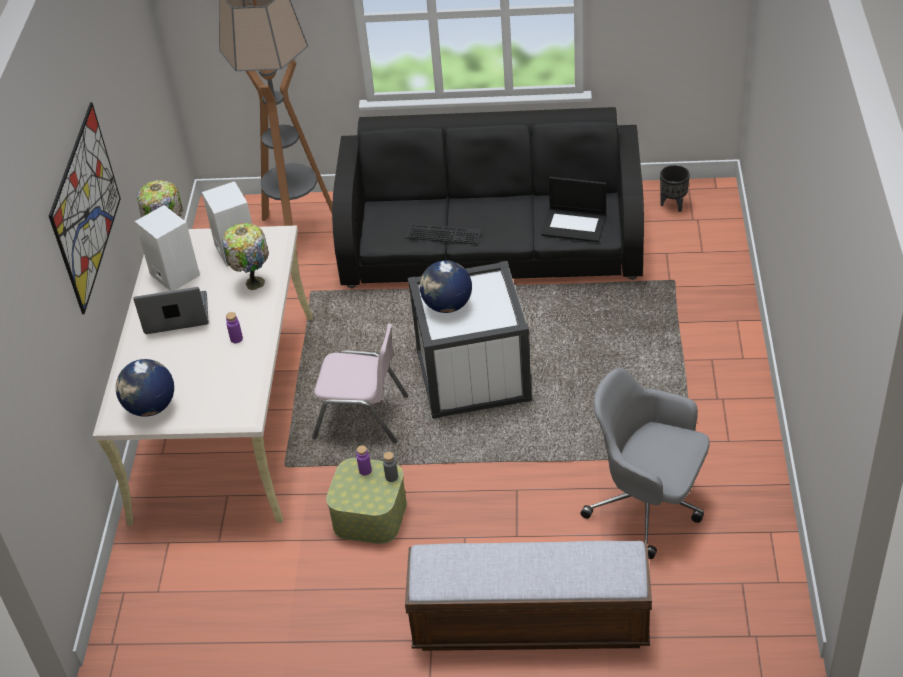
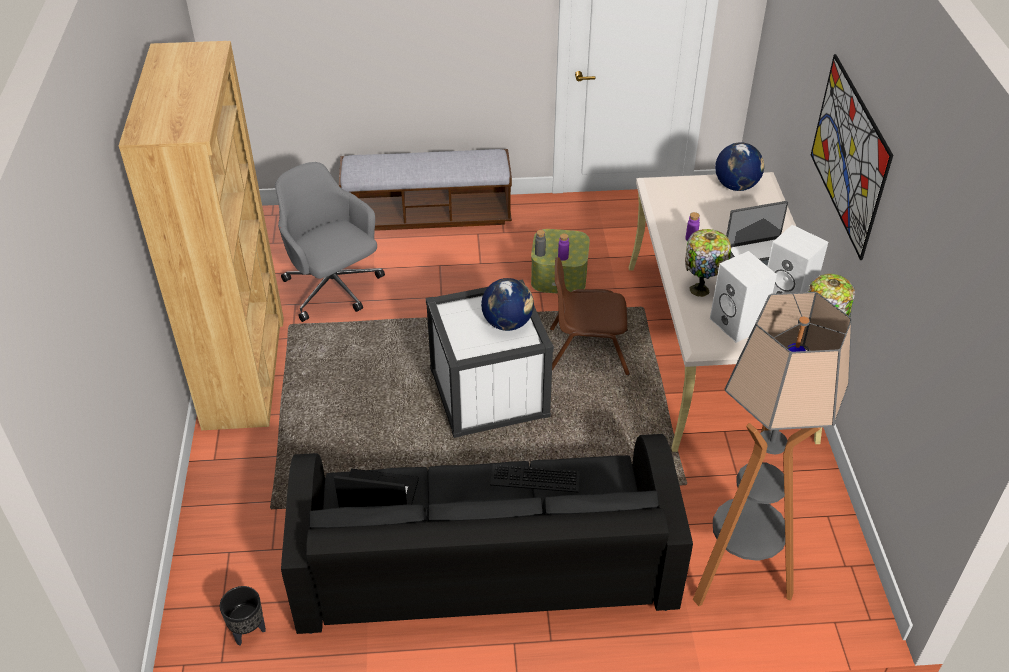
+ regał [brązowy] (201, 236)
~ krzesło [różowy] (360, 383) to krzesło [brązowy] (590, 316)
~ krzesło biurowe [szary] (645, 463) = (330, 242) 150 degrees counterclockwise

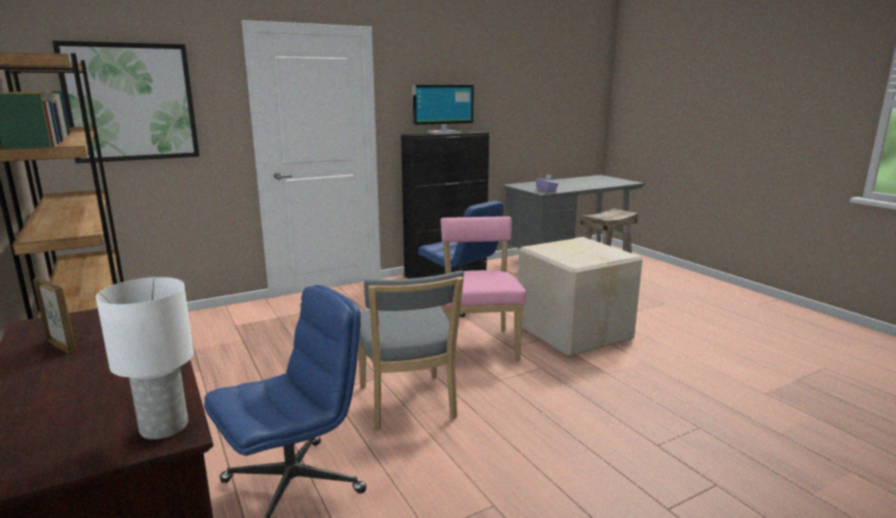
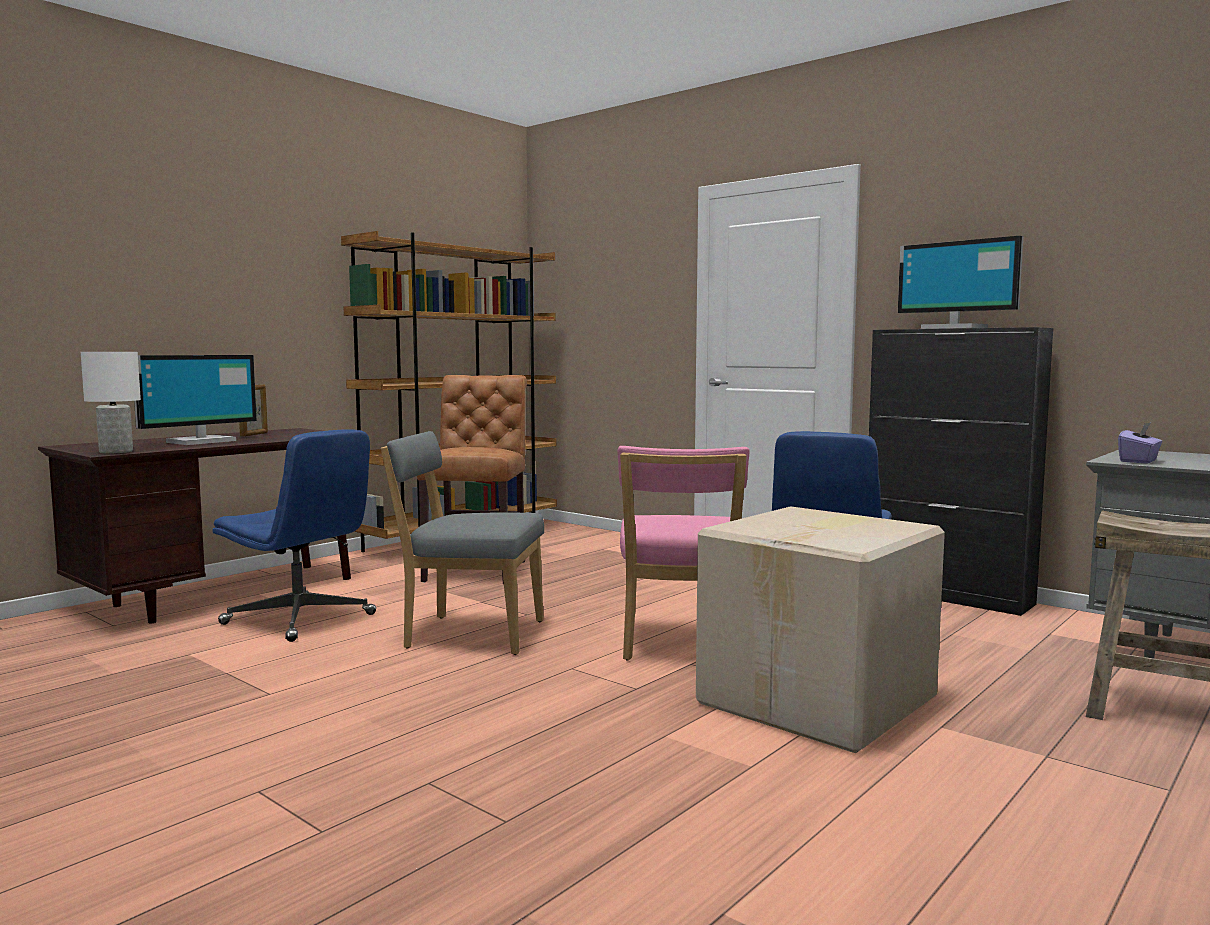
- obraz (125, 101)
+ monitor (195, 400)
+ krzesło [brązowy] (472, 479)
~ krzesło [szary] (411, 351) = (462, 543) 45 degrees clockwise
~ krzesło [różowy] (483, 288) = (683, 553) 120 degrees clockwise

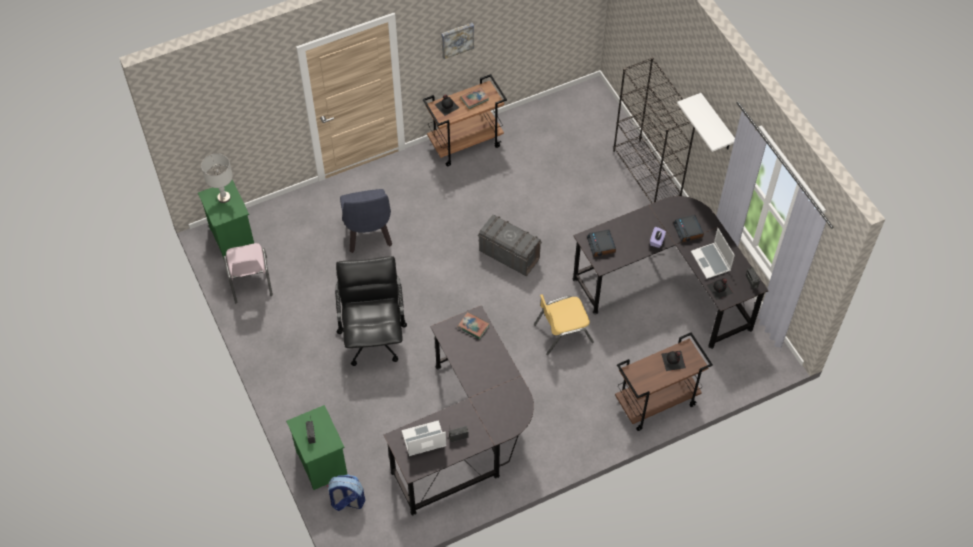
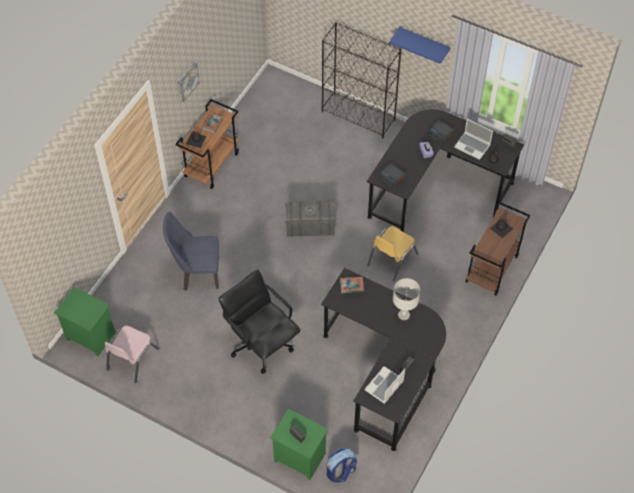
~ lampa stołowa [szary] (217, 178) to (406, 299)
~ półka [biały] (706, 122) to półka [niebieski] (420, 45)
~ krzesło [różowy] (248, 273) = (131, 354) 75 degrees clockwise
~ krzesło [niebieski] (366, 221) = (191, 251) 135 degrees clockwise

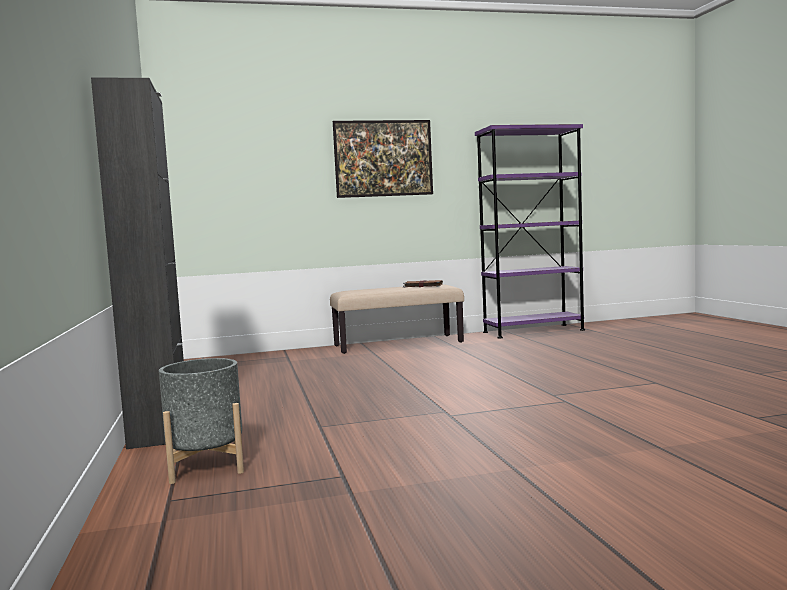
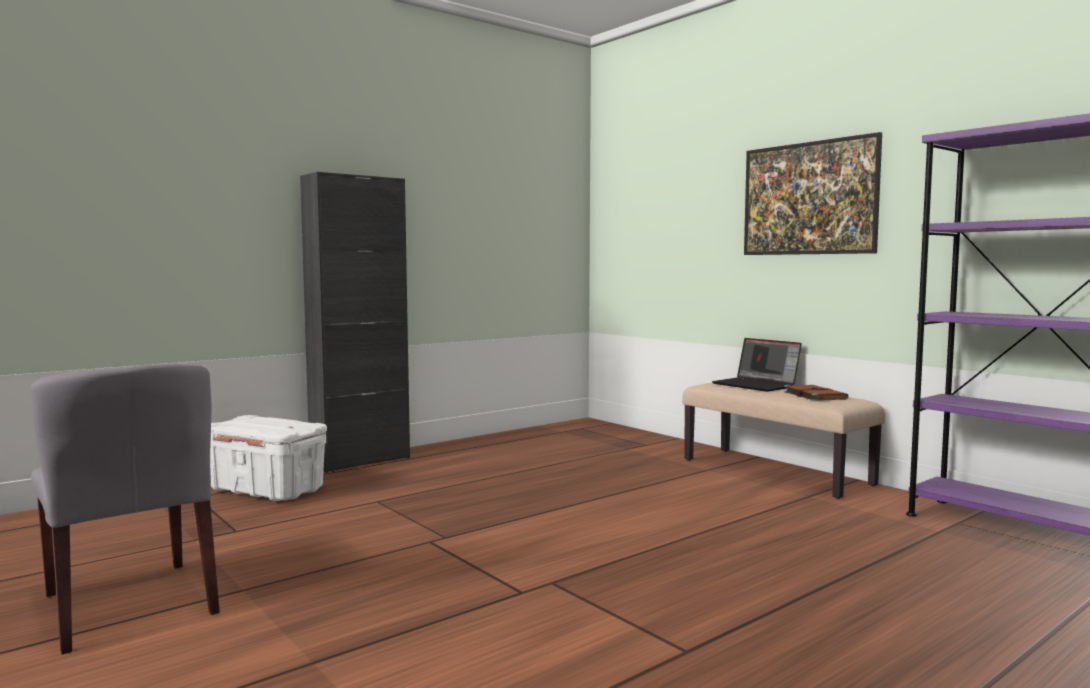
+ krzesło [szary] (125, 509)
+ laptop (757, 365)
~ donica [szary] (201, 421) to pojemnik do przechowywania [biały] (268, 458)

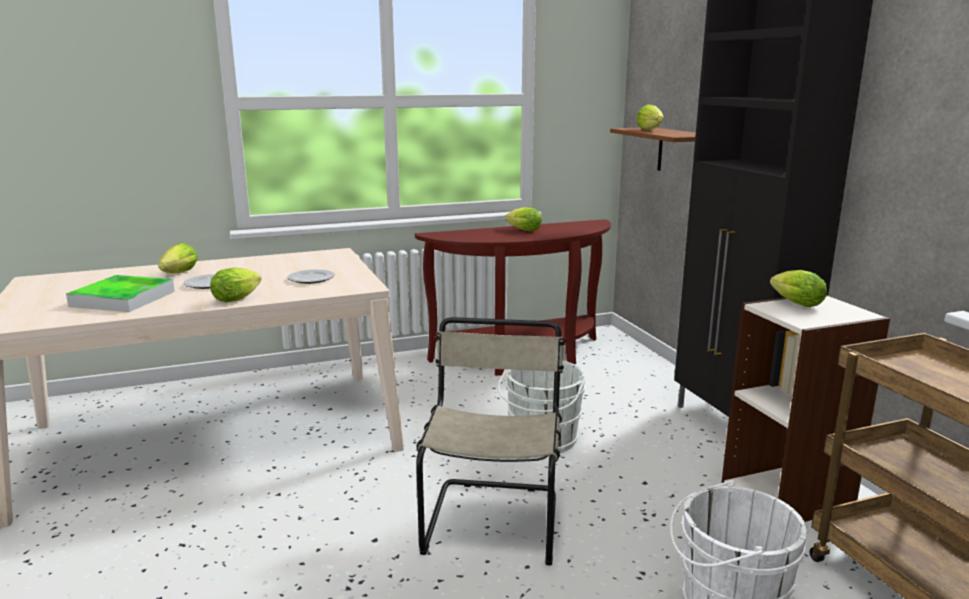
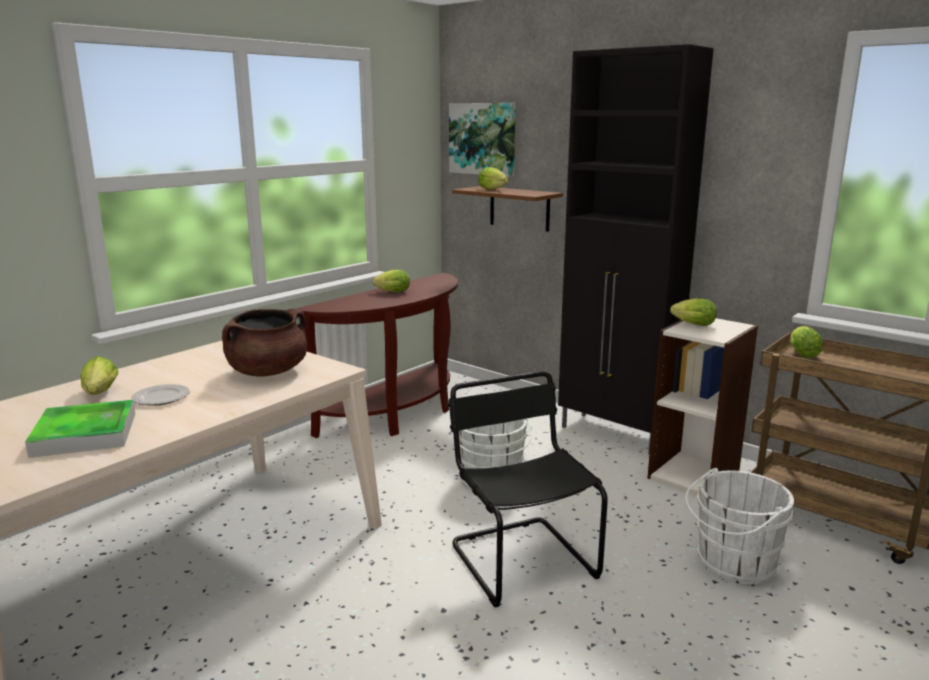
+ obraz (482, 140)
~ sałata (235, 285) to (807, 342)
~ talerz (311, 276) to garnek [brązowy] (264, 343)
~ krzesło [beżowy] (490, 441) to krzesło [czarny] (528, 489)

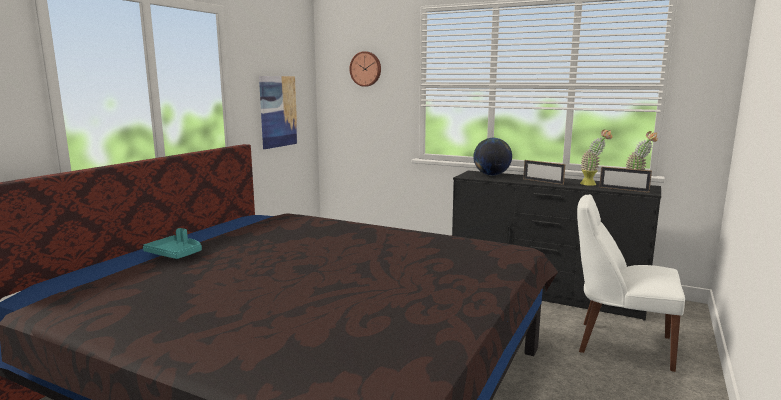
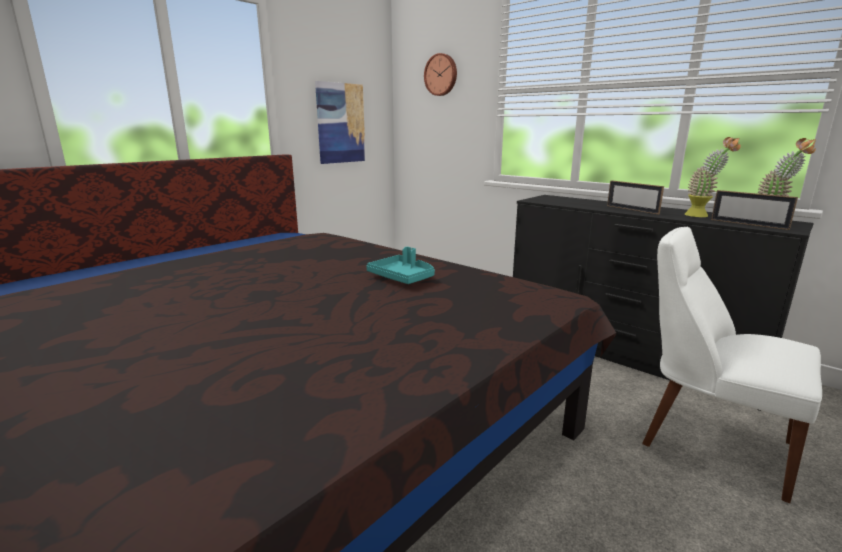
- globus (493, 157)
~ taca [turkusowy] (172, 243) to (400, 265)

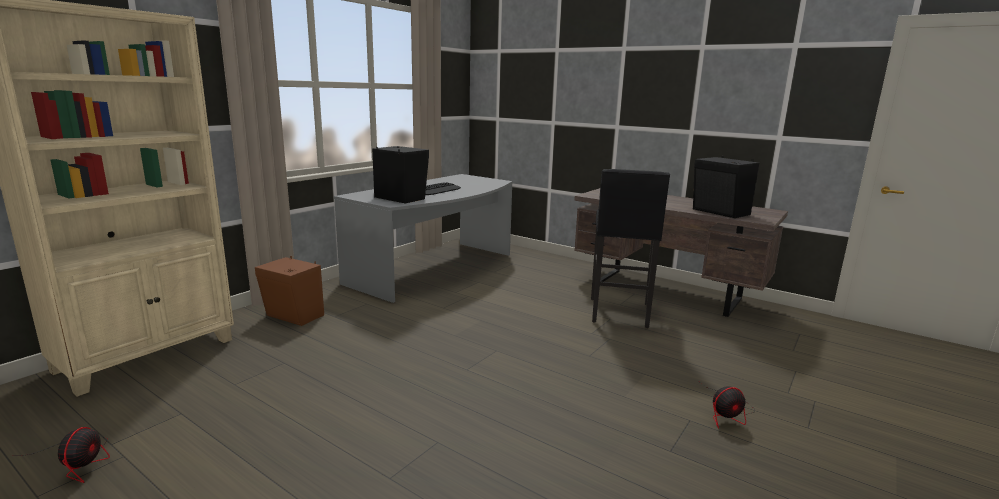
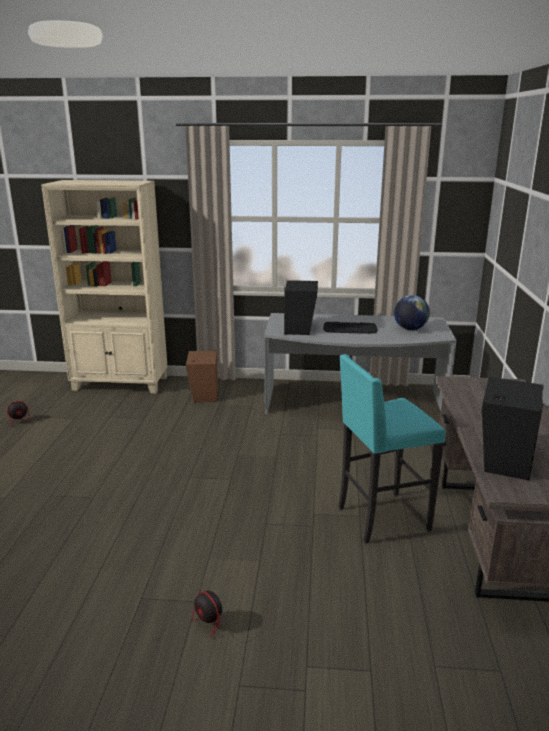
+ globus (412, 312)
~ stołek [czarny] (630, 248) to stołek [turkusowy] (392, 448)

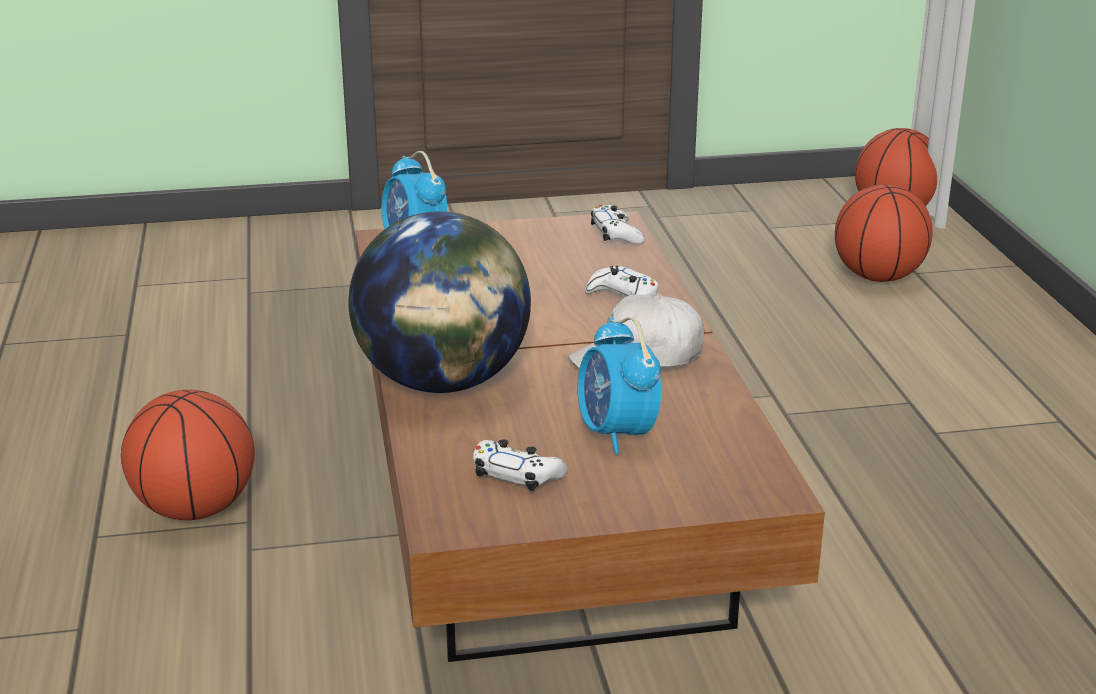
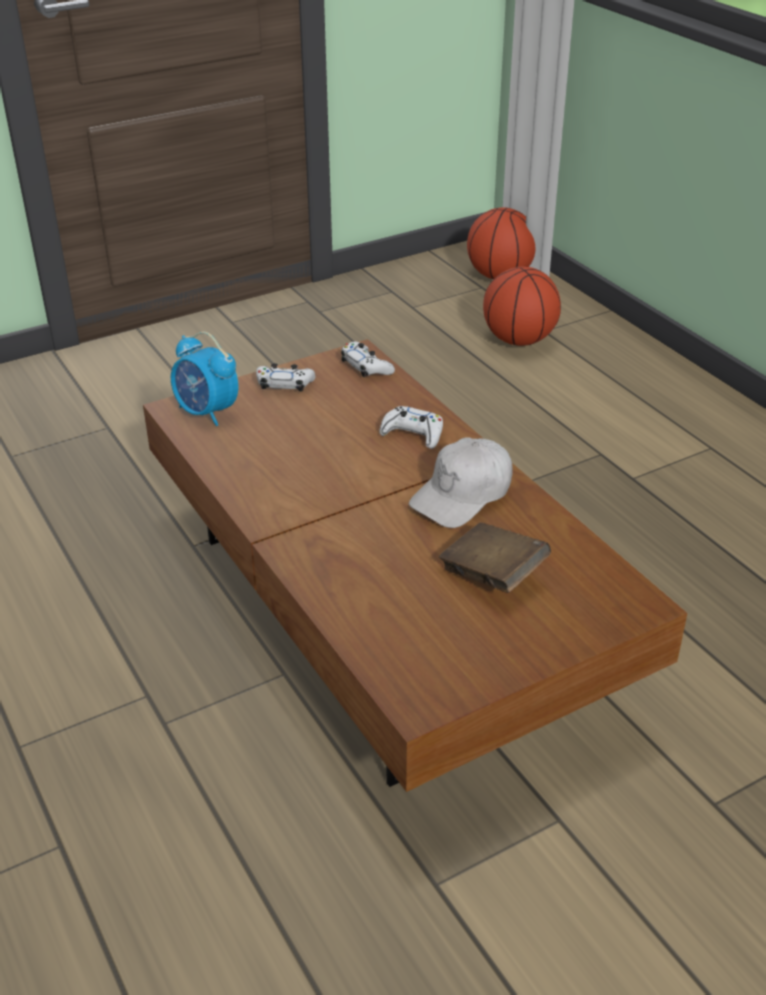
- piłka do koszykówki (188, 454)
- globus (439, 302)
~ pad do gier [biały] (520, 465) to (285, 377)
~ budzik (619, 386) to książka [brązowy] (495, 557)

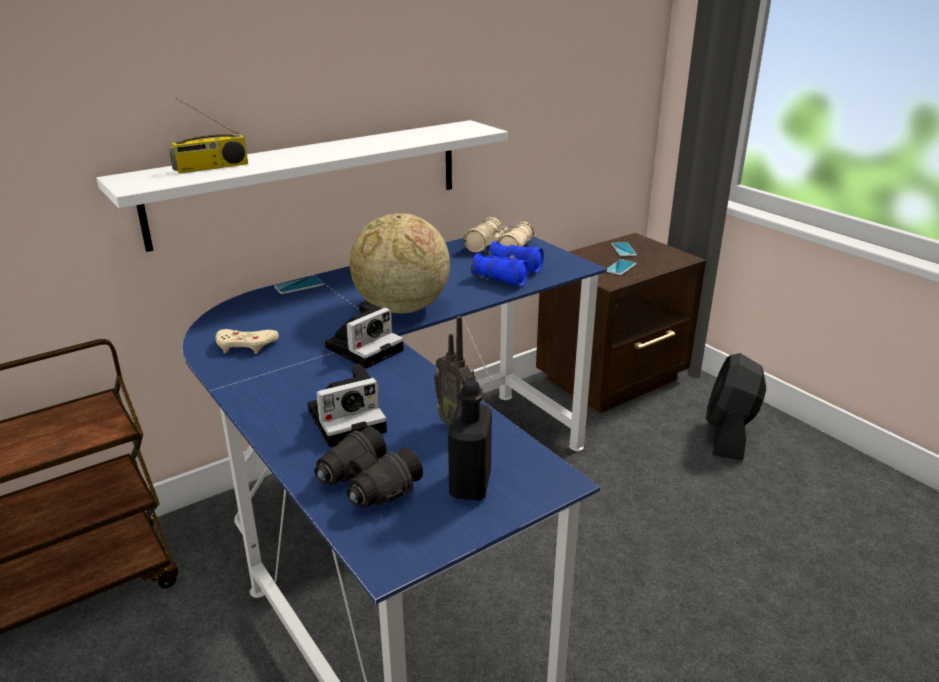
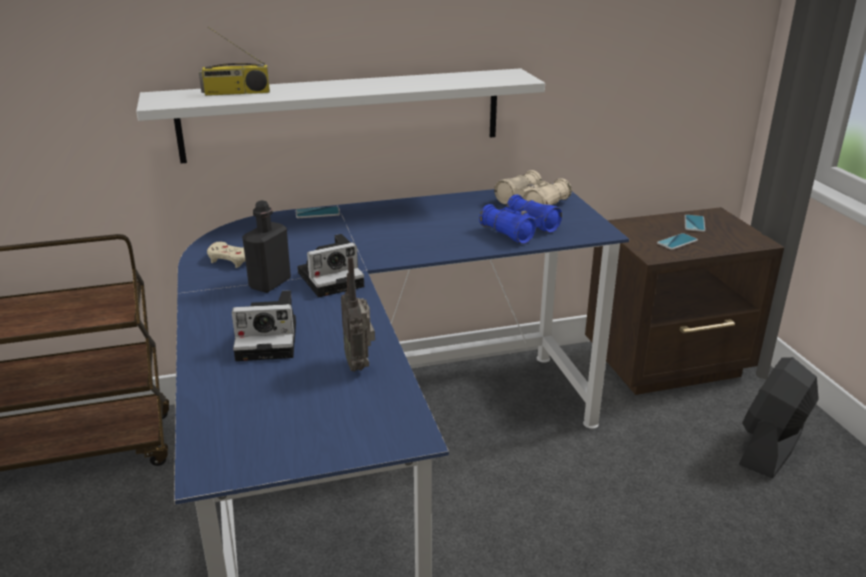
- lornetka [czarny] (368, 467)
- globus (400, 263)
~ butelka [czarny] (470, 440) to (266, 246)

